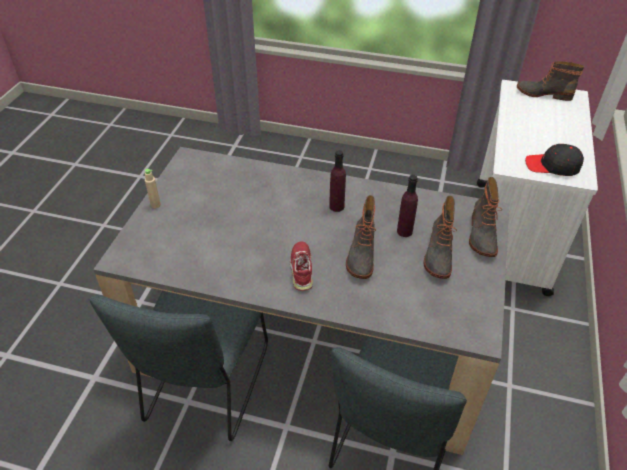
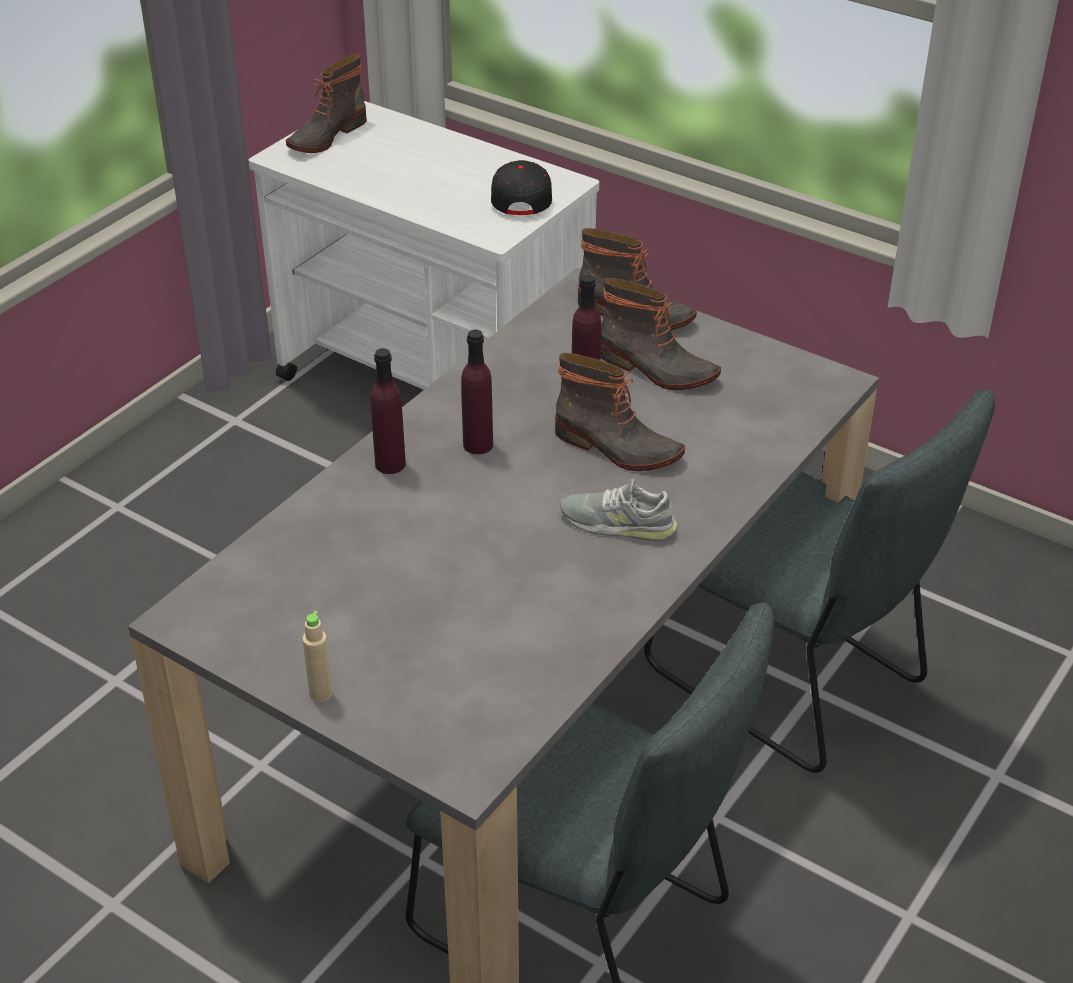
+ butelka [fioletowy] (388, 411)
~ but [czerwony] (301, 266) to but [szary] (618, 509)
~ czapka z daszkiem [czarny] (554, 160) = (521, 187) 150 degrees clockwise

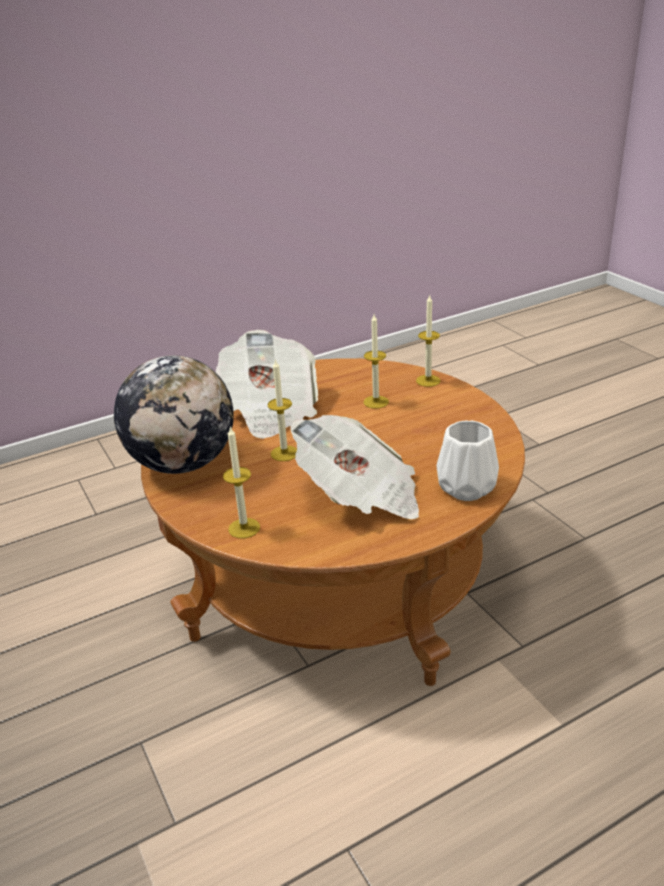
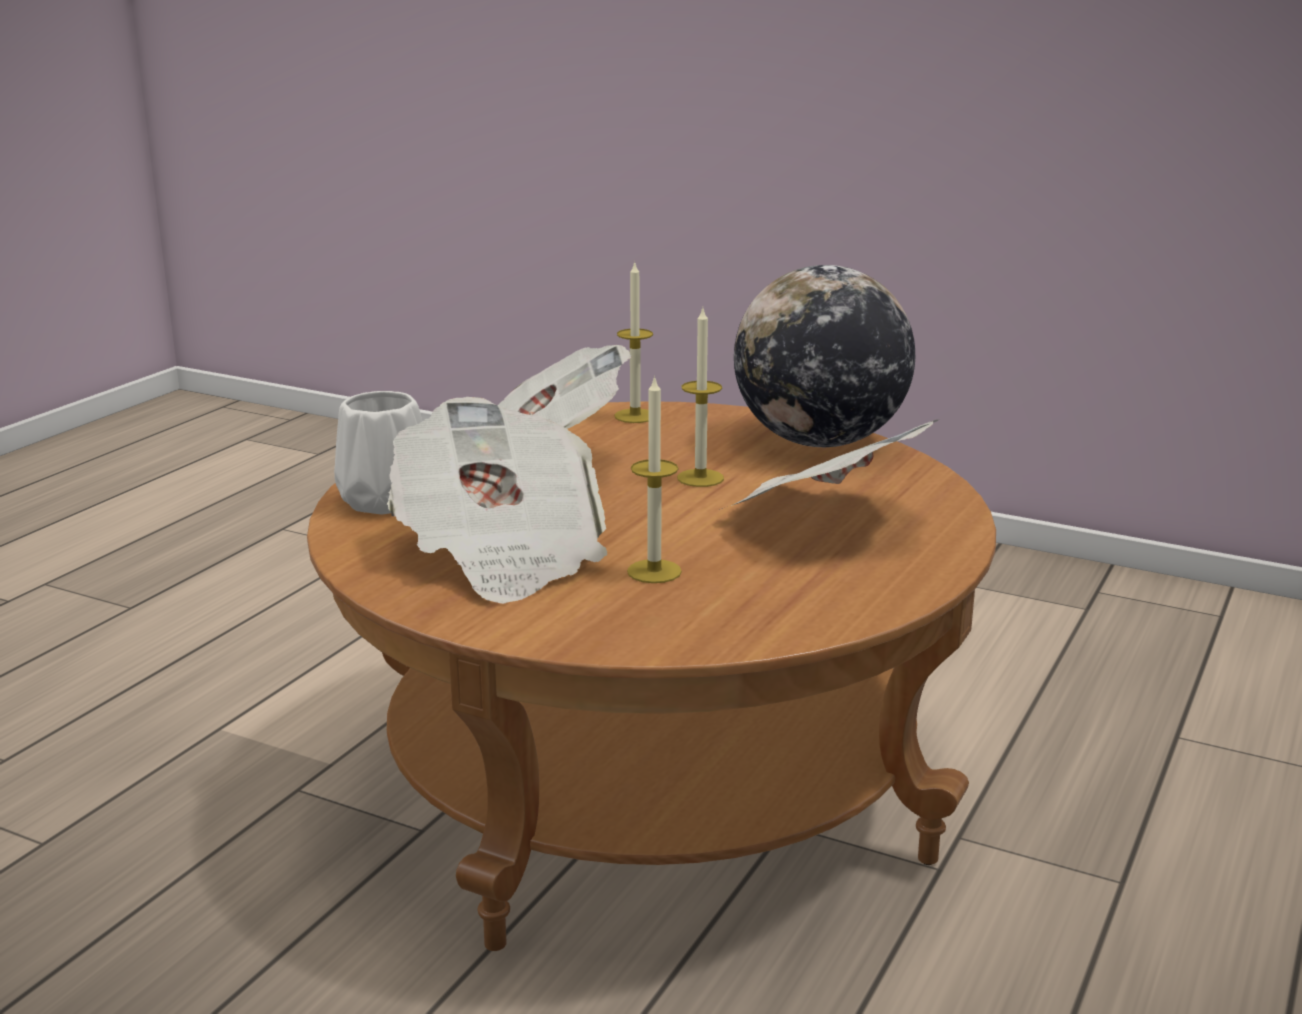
- świeca (428, 341)
+ gazeta (497, 500)

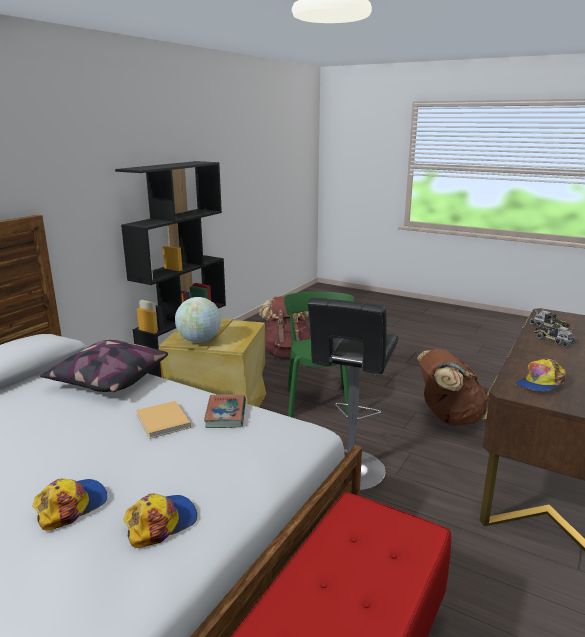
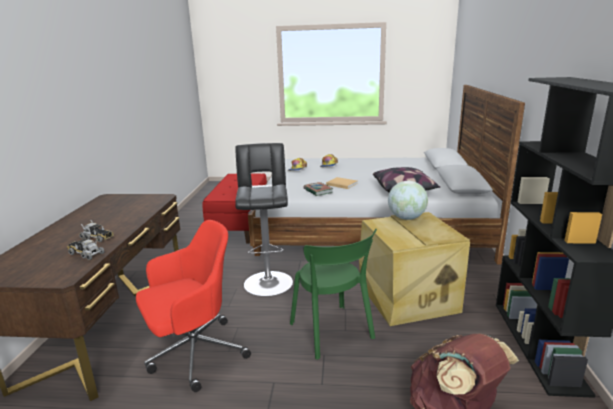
- czapka z daszkiem (541, 375)
~ plecak [brązowy] (453, 387) to krzesło biurowe [czerwony] (193, 306)

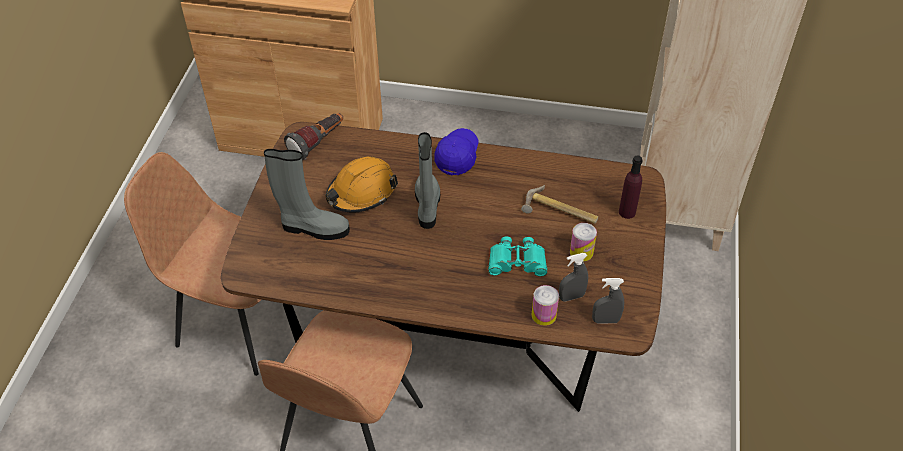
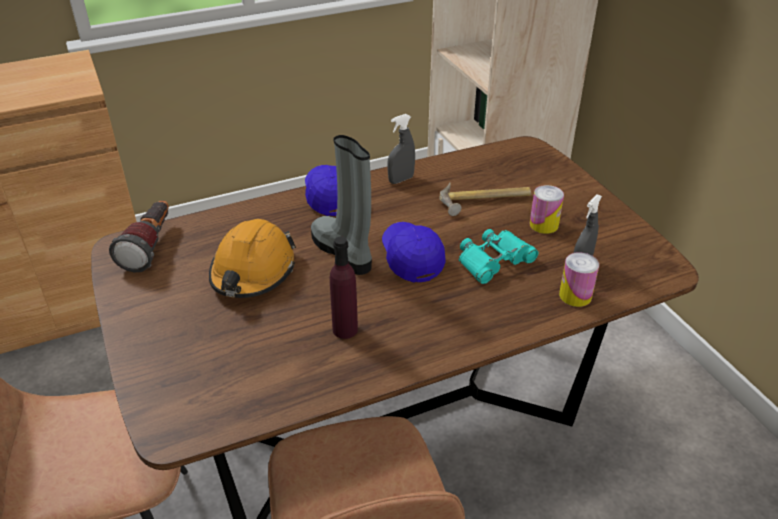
- but z cholewką [szary] (307, 194)
+ czapka z daszkiem [niebieski] (414, 252)
~ spryskiwacz [szary] (608, 301) to (401, 149)
~ butelka [fioletowy] (631, 187) to (344, 287)

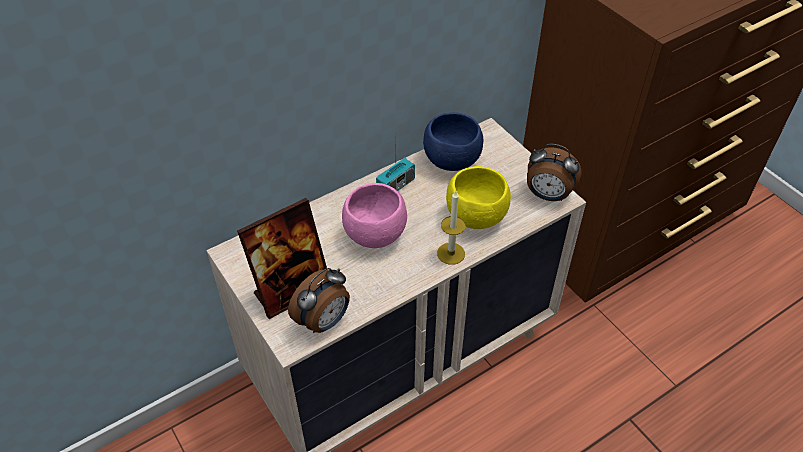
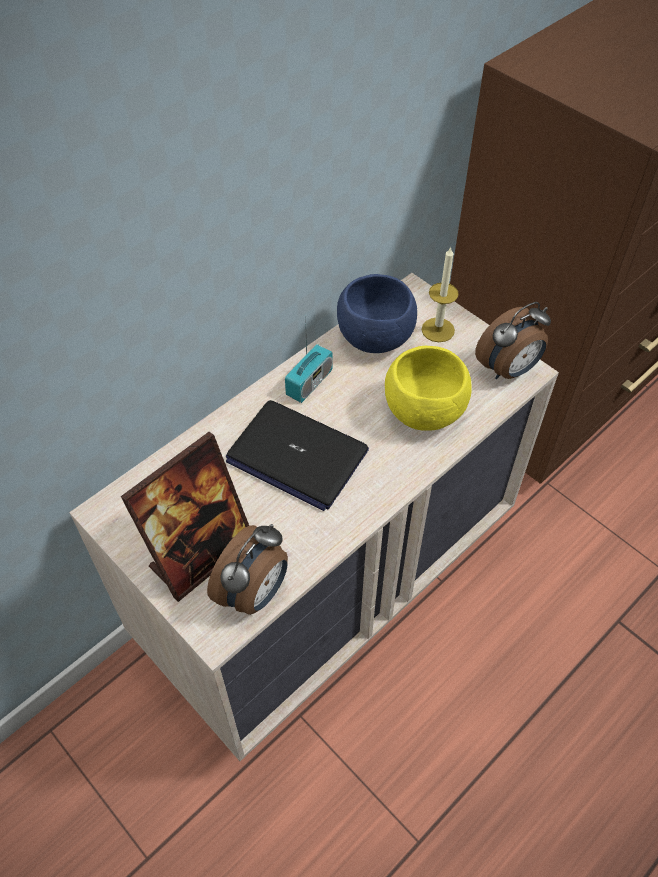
~ świeca (451, 228) to (440, 294)
~ miska [różowy] (374, 215) to laptop (297, 455)
~ budzik (554, 172) = (513, 340) 45 degrees counterclockwise

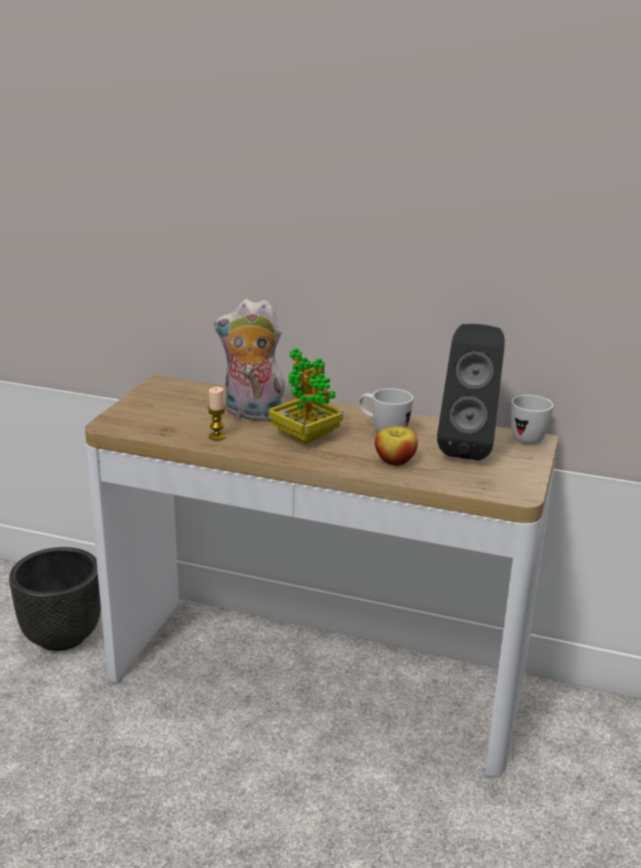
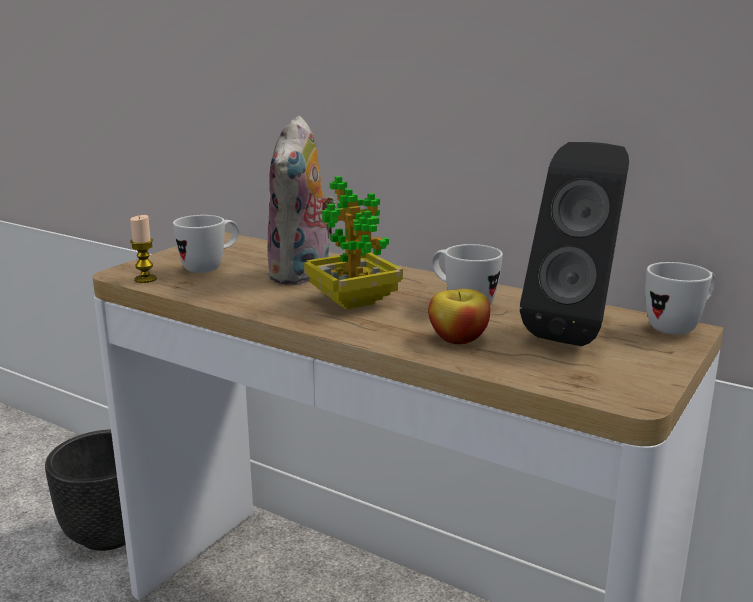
+ kubek [biały] (206, 244)
~ świeca (217, 414) to (143, 249)
~ pluszak (249, 360) = (302, 200) 105 degrees counterclockwise

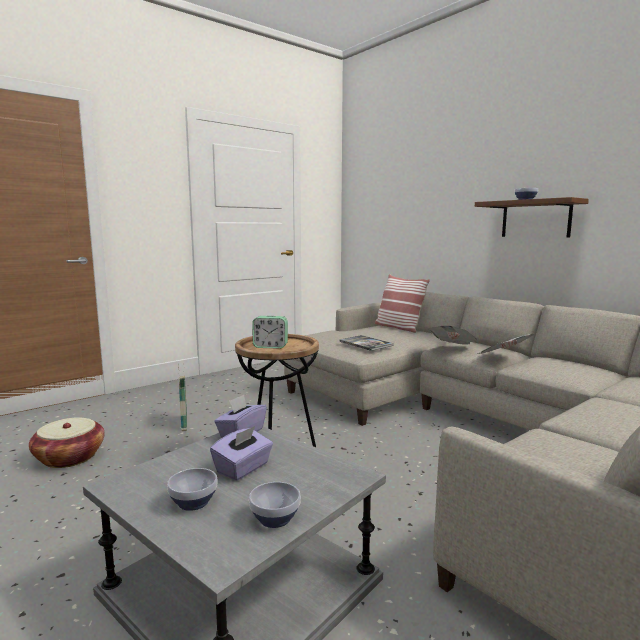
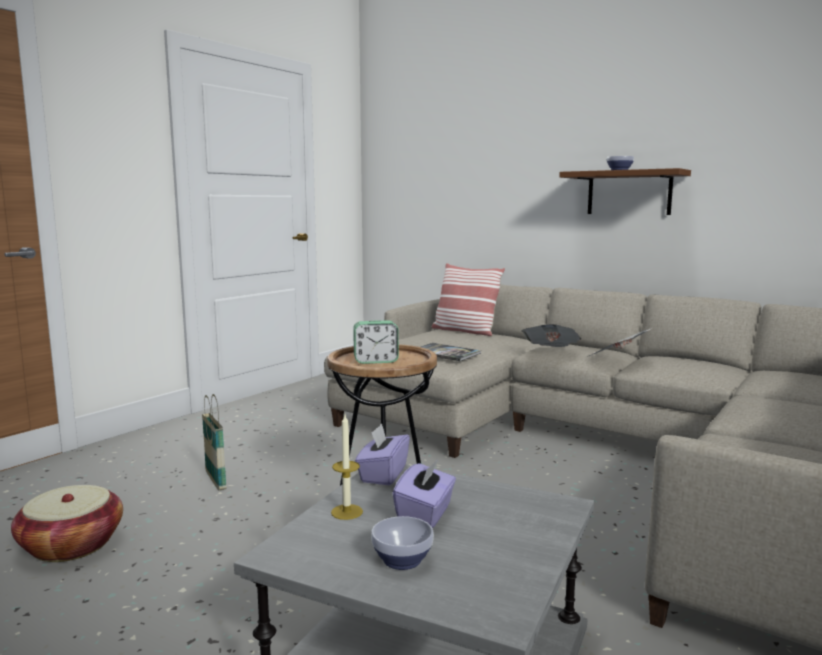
- miska (275, 505)
+ świeca (347, 467)

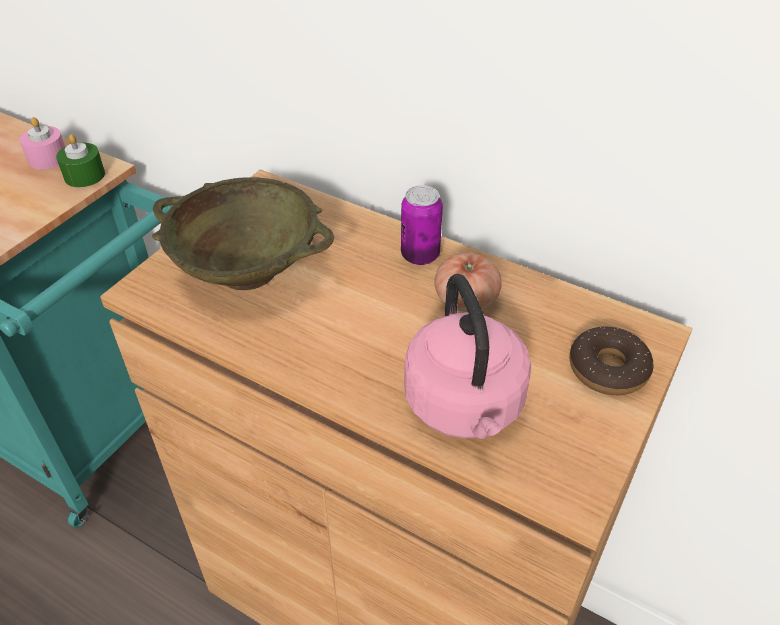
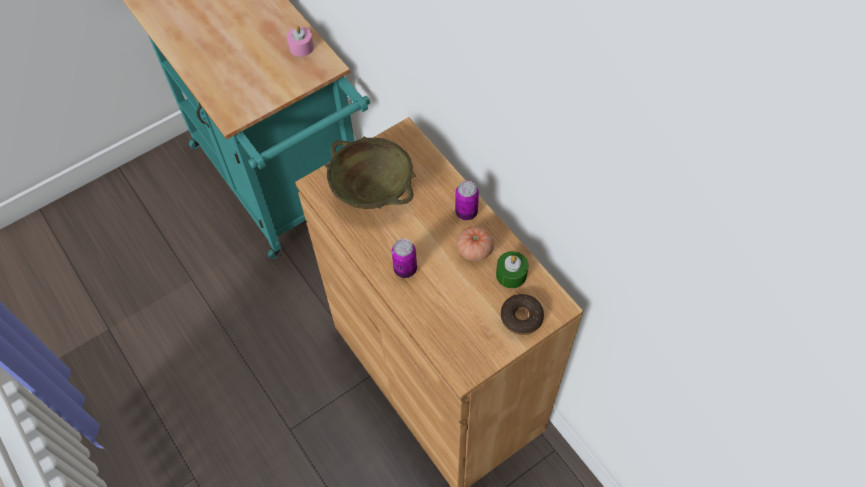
- czajnik [różowy] (467, 356)
+ puszka (404, 258)
~ świeca [zielony] (80, 160) to (512, 269)

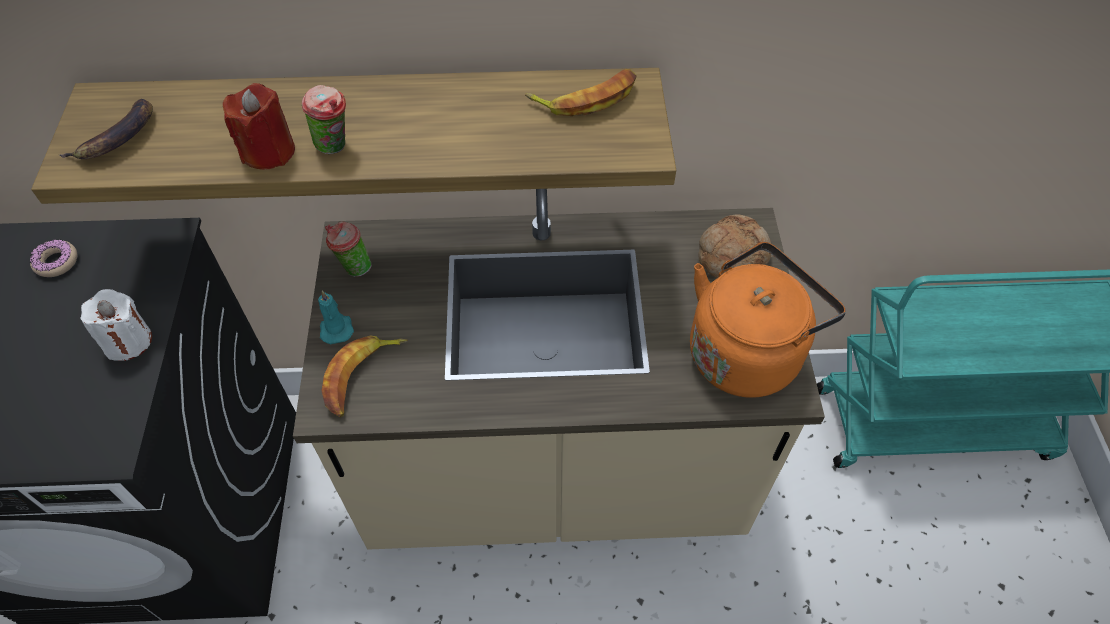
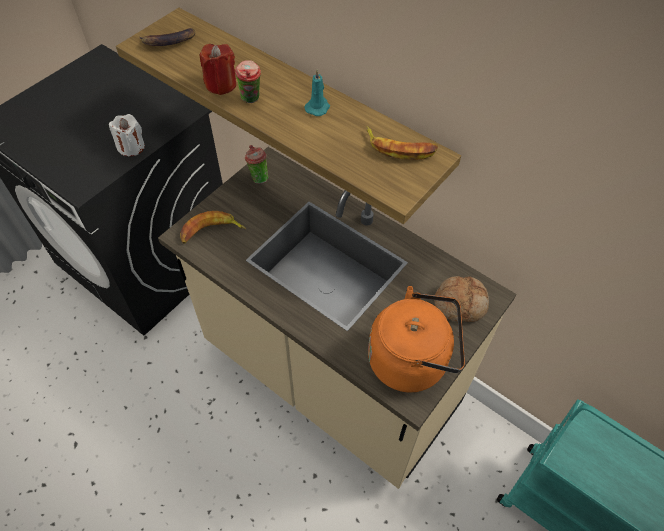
- donut (53, 258)
~ świeca [turkusowy] (336, 317) to (317, 92)

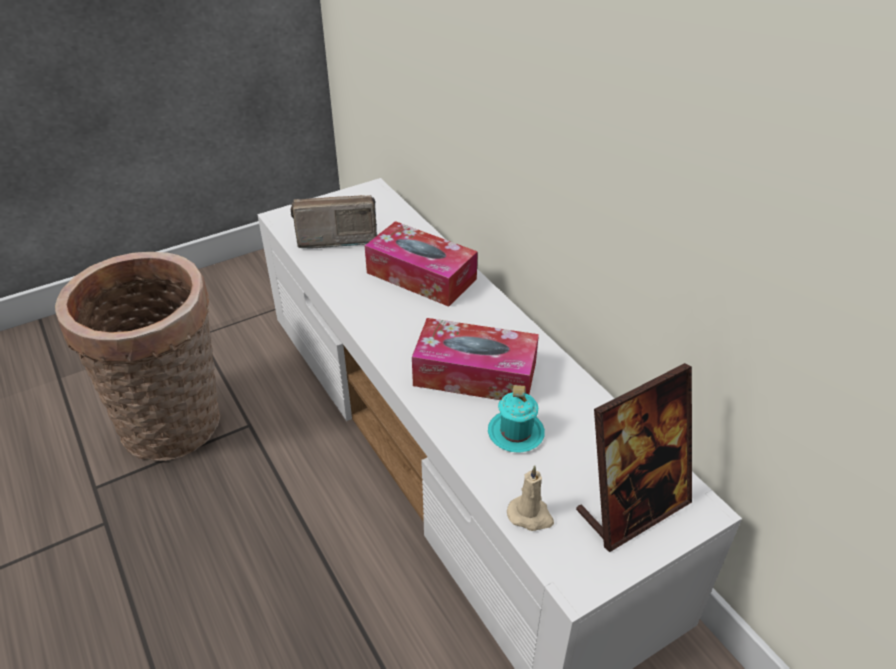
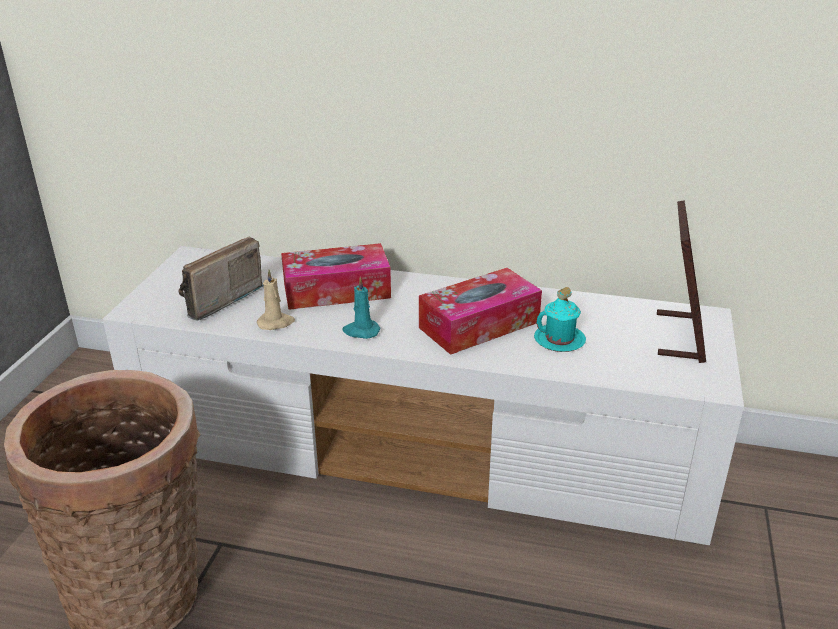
+ świeca [turkusowy] (362, 308)
~ świeca [beżowy] (530, 498) to (276, 300)

